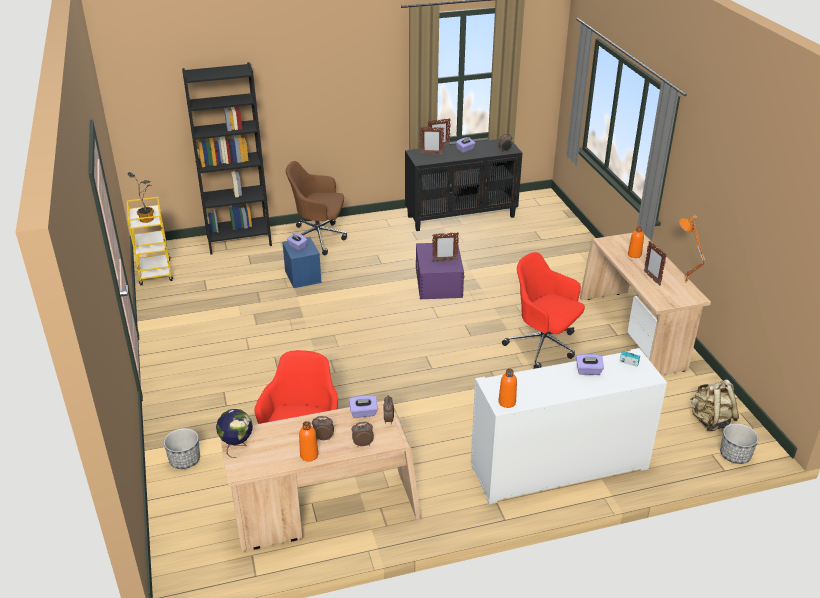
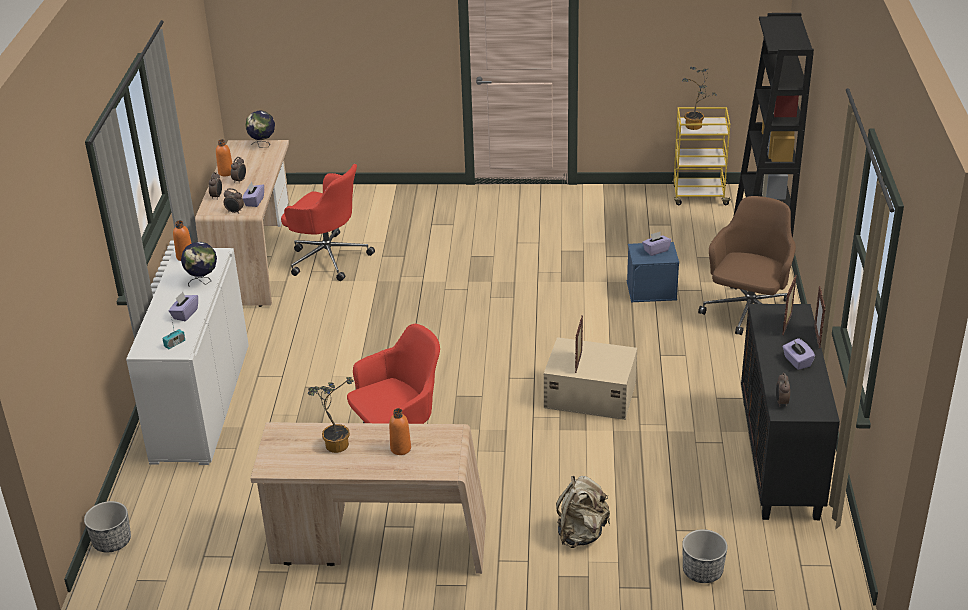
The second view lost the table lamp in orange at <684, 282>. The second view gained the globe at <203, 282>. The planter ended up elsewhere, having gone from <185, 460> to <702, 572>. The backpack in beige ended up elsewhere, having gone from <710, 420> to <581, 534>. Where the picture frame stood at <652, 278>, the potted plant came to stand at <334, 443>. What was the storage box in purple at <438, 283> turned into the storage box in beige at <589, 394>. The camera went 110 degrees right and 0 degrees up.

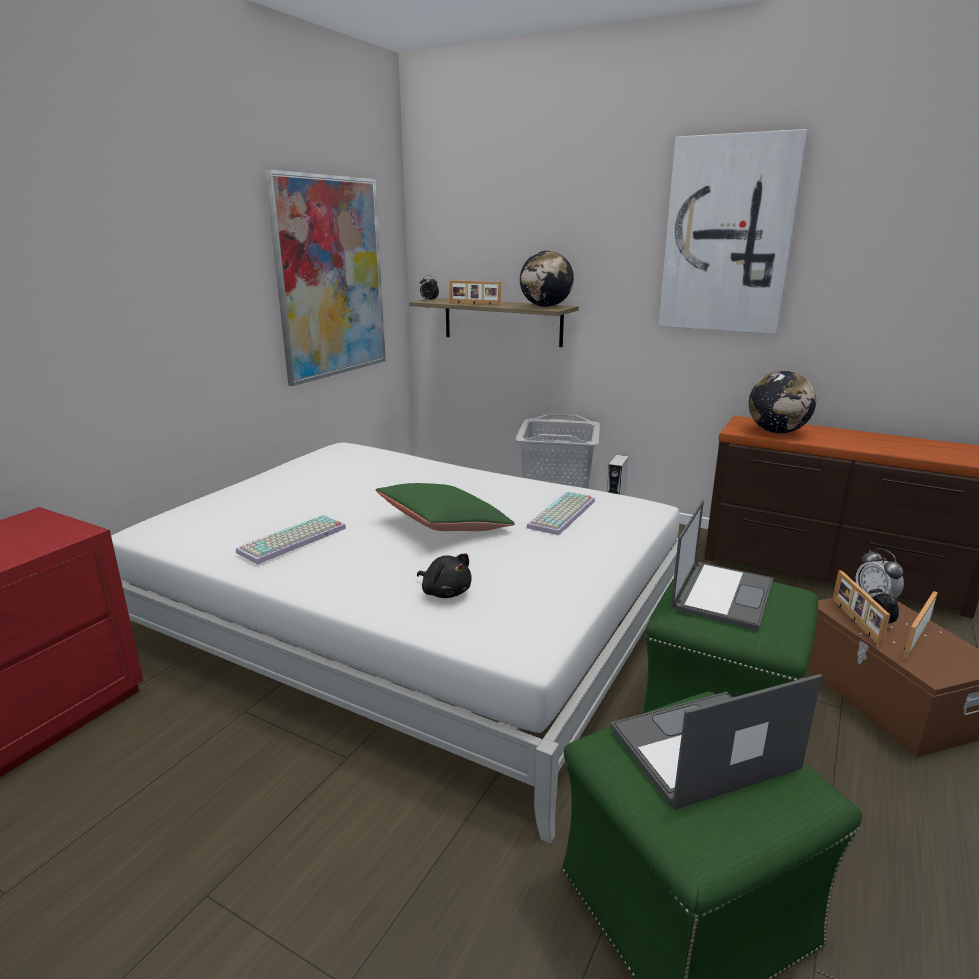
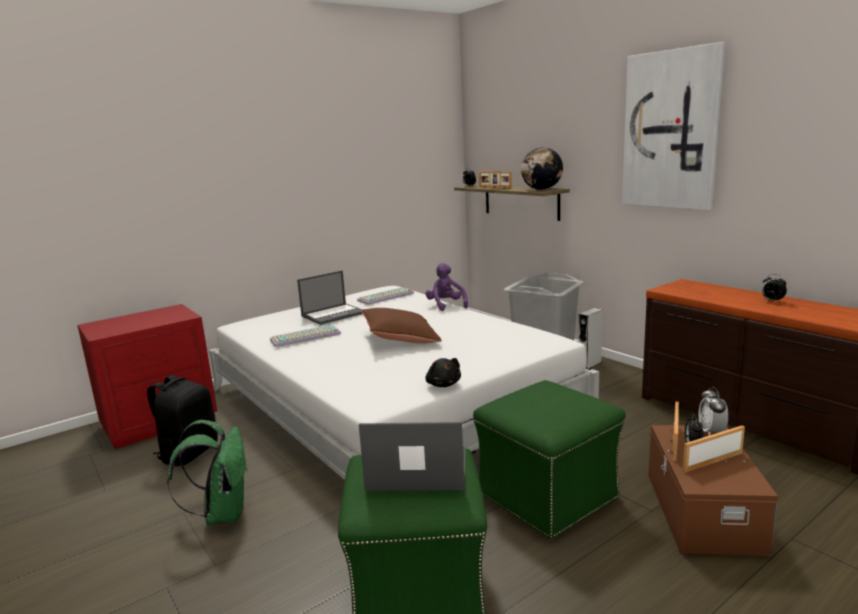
The second view lost the picture at <331, 278>. The second view lost the globe at <777, 432>. The second view gained the backpack in black at <188, 453>. The second view gained the backpack in green at <223, 513>. The second view gained the plush toy in purple at <446, 306>. The second view gained the alarm clock at <772, 301>. The plush toy in black ended up elsewhere, having gone from <445, 592> to <443, 384>. The keyboard ended up elsewhere, having gone from <563, 515> to <385, 297>. The laptop ended up elsewhere, having gone from <722, 594> to <334, 314>. What was the pillow in green at <445, 526> turned into the pillow in brown at <400, 339>. The camera went 25 degrees right and 5 degrees down.

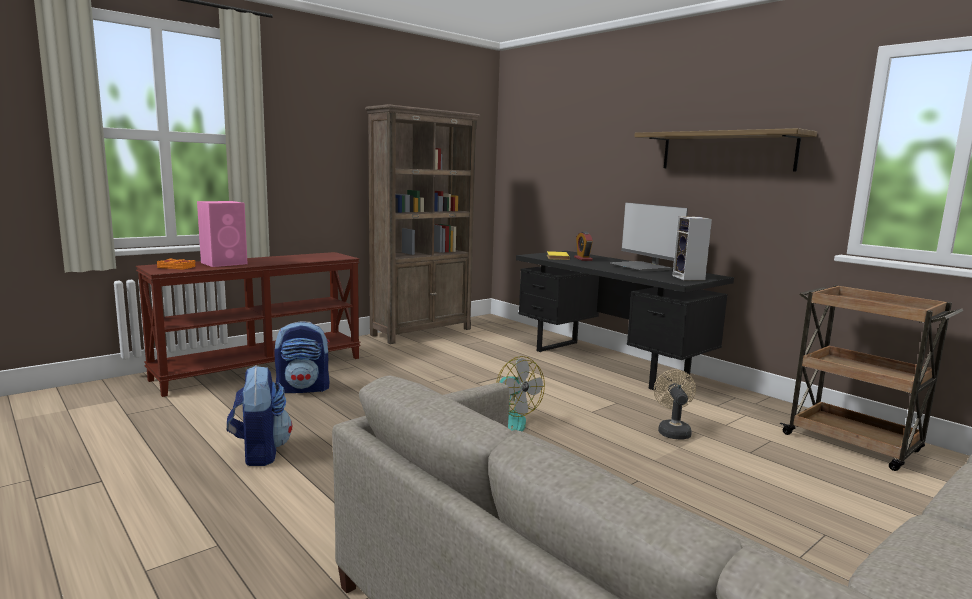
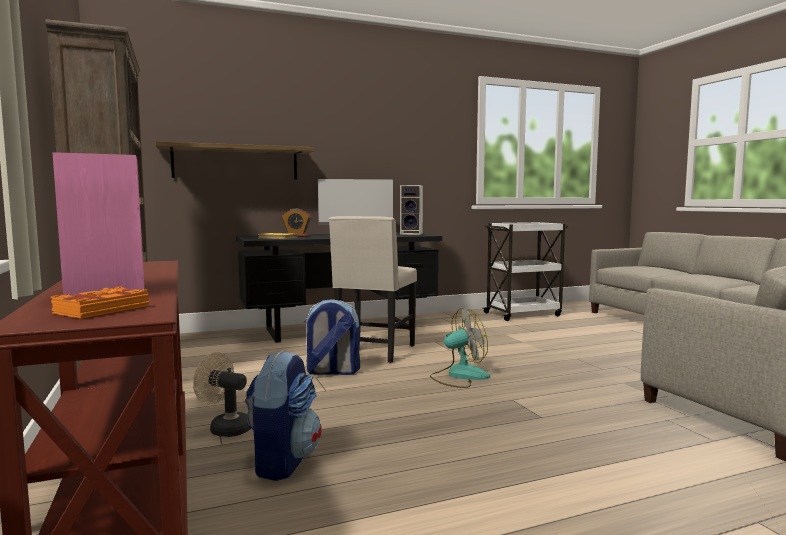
The second view gained the chair in beige at <374, 352>. The backpack ended up elsewhere, having gone from <260, 452> to <332, 372>. The shelf ended up elsewhere, having gone from <726, 151> to <236, 163>. The fan in beige ended up elsewhere, having gone from <672, 431> to <225, 428>. What was the cart in brown at <854, 444> turned into the cart in white at <523, 314>. The camera went 70 degrees left and 5 degrees down.

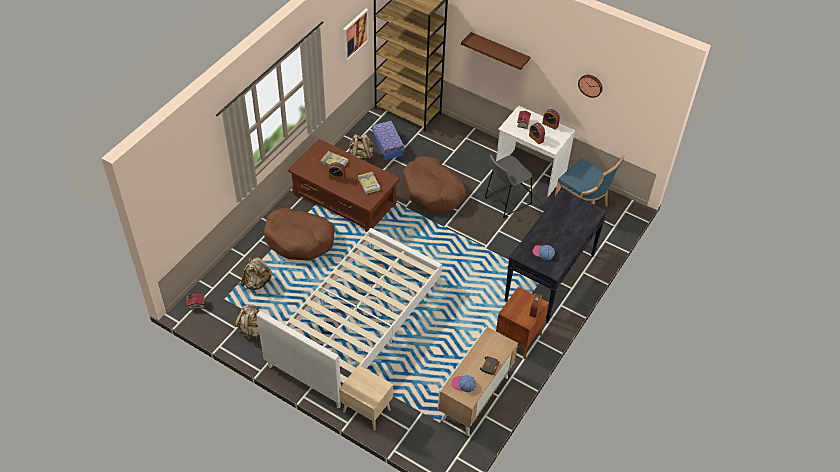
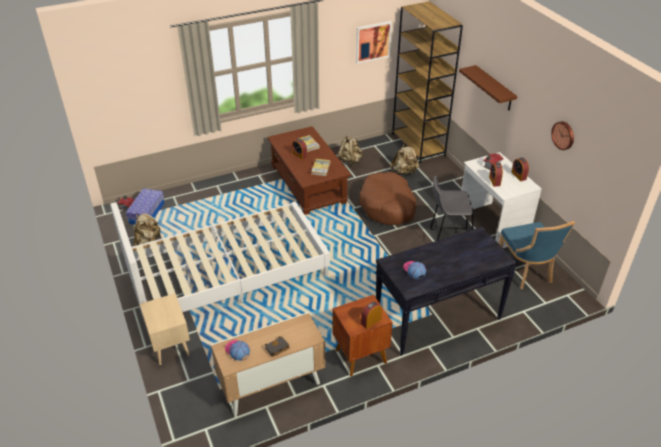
The second view lost the dog bed in brown at <299, 240>. The backpack in beige ended up elsewhere, having gone from <257, 283> to <404, 172>. The storage box ended up elsewhere, having gone from <387, 145> to <147, 213>. The camera went 35 degrees right and 10 degrees down.

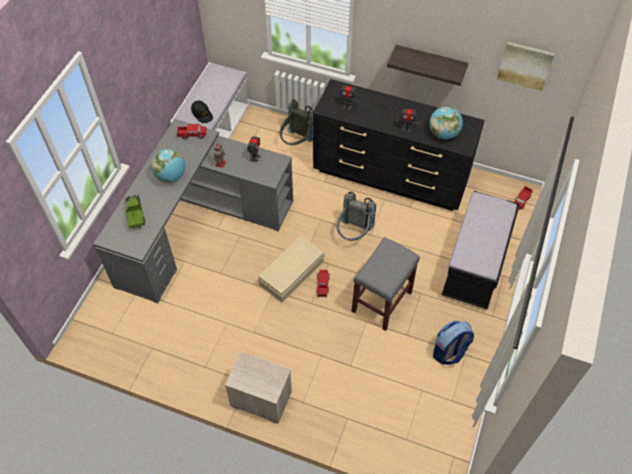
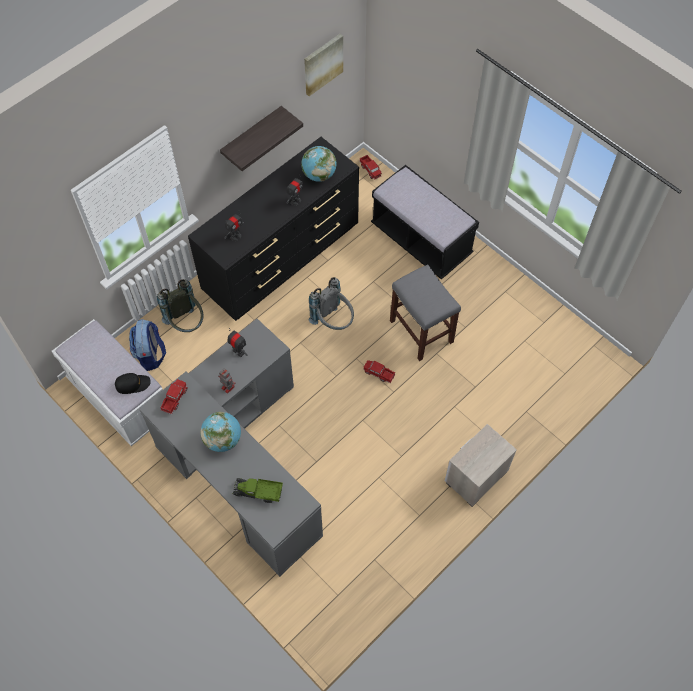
The second view lost the storage box in beige at <290, 273>. The backpack ended up elsewhere, having gone from <449, 352> to <151, 355>. The camera went 65 degrees left and 5 degrees up.

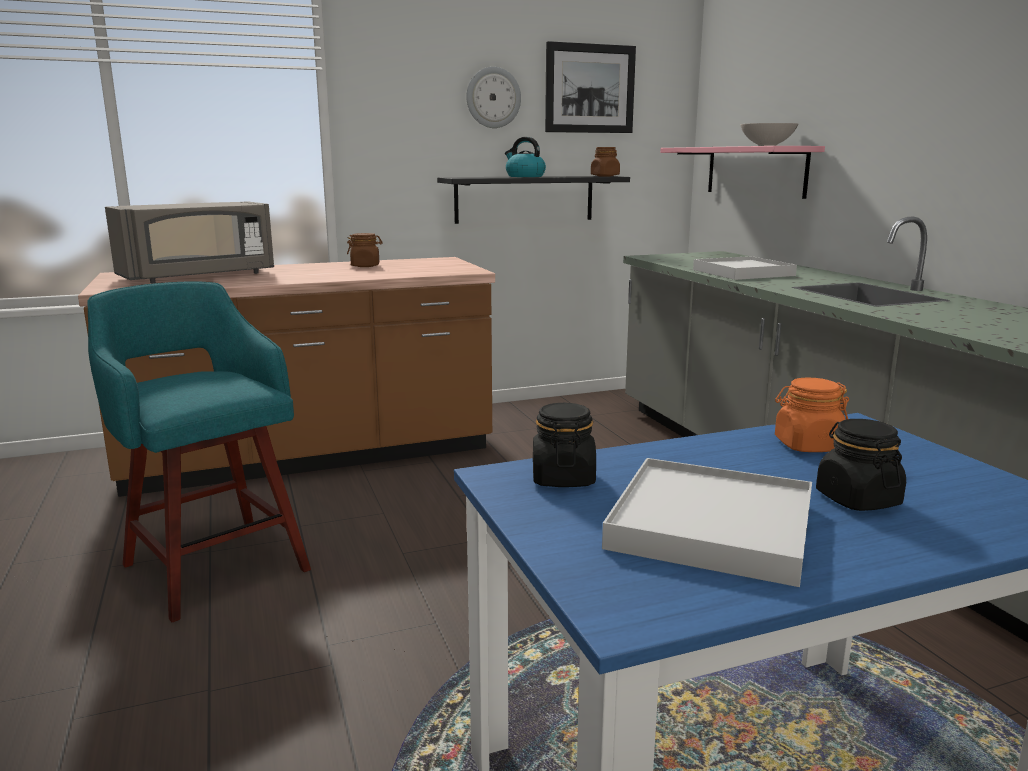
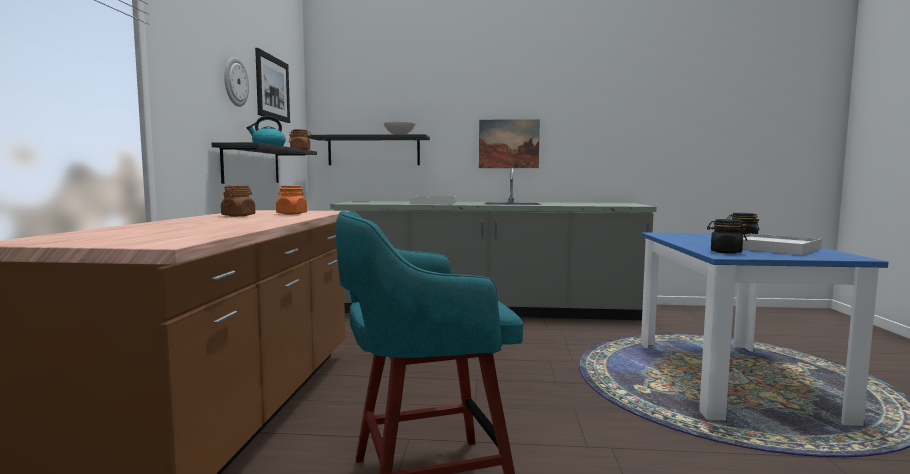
The second view lost the microwave in grey at <199, 276>. The second view gained the picture at <508, 144>. The jar in orange ended up elsewhere, having gone from <807, 445> to <291, 214>. What was the shelf in pink at <755, 171> turned into the shelf in black at <373, 151>. The camera went 65 degrees left and 10 degrees down.

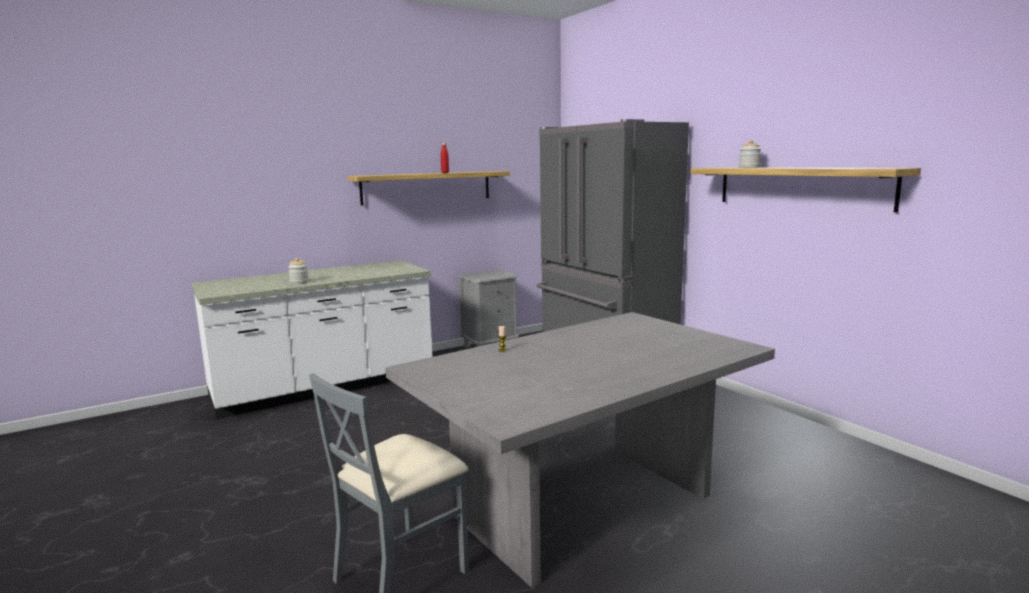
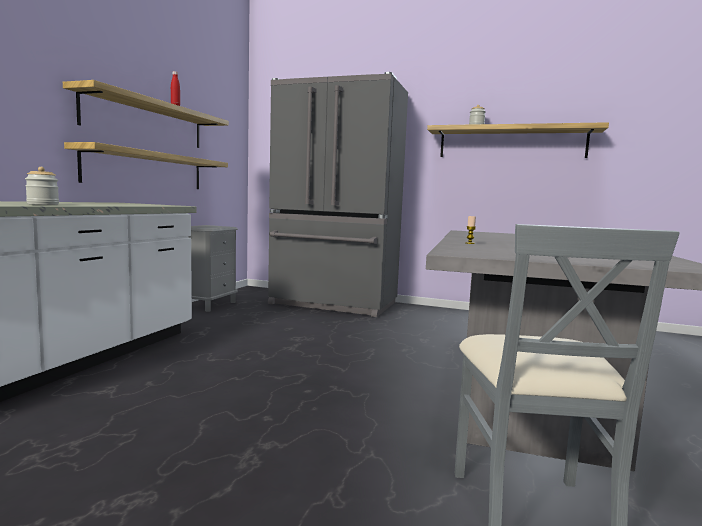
The second view gained the shelf at <147, 170>. The camera went 40 degrees left and 5 degrees down.

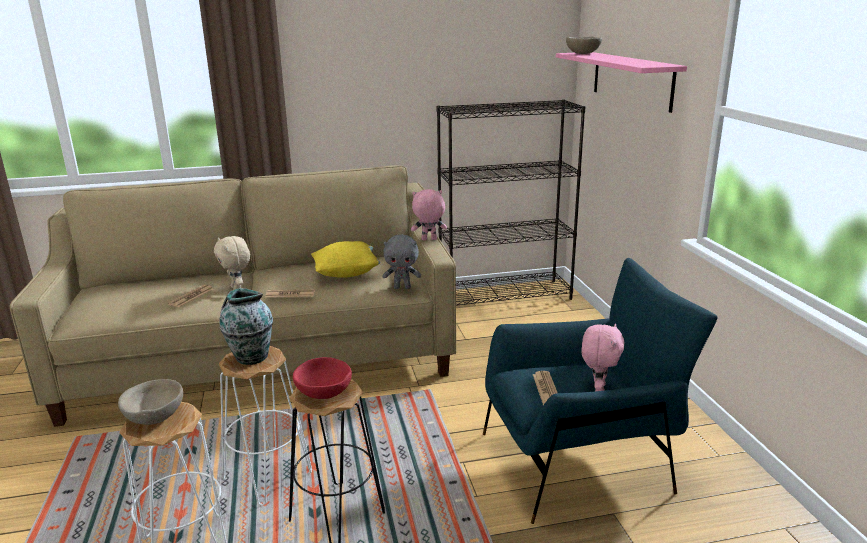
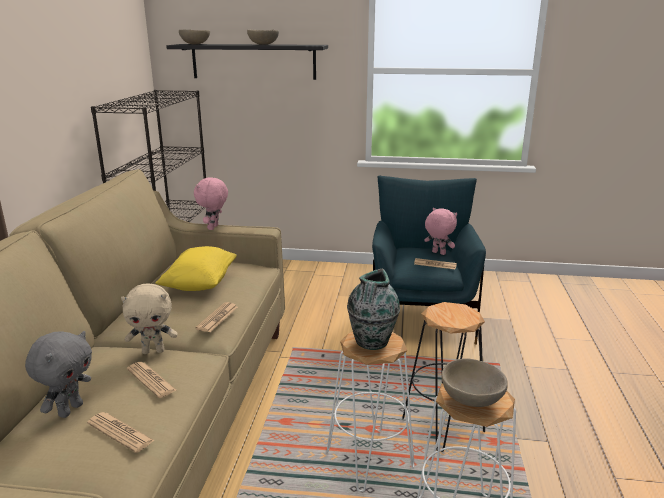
The second view lost the bowl in red at <323, 393>. The second view gained the newspaper at <120, 432>. The second view gained the bowl in beige at <263, 44>. The plush toy in grey ended up elsewhere, having gone from <402, 287> to <70, 409>. What was the shelf in pink at <631, 79> turned into the shelf in black at <253, 61>. The camera went 70 degrees left and 0 degrees up.

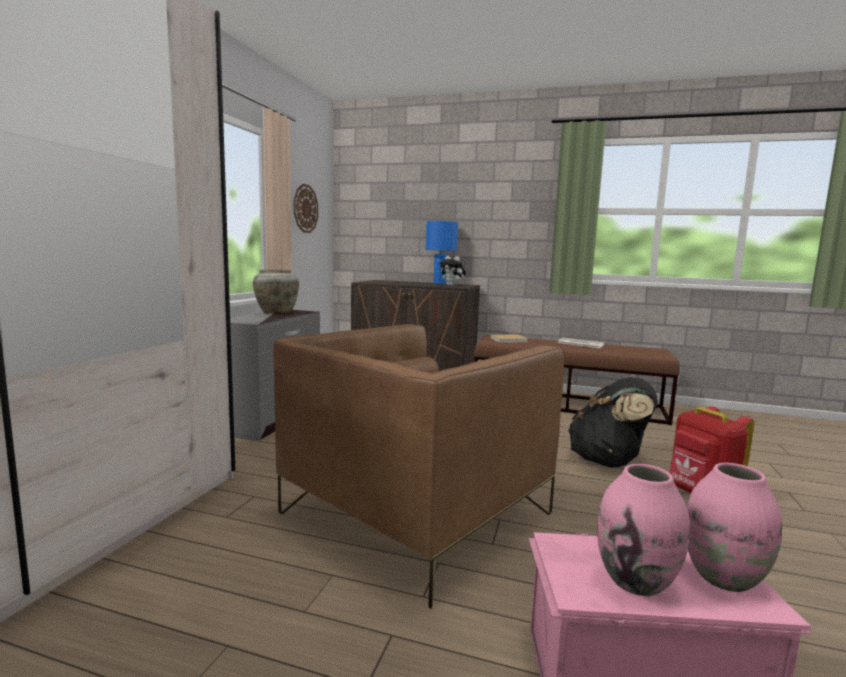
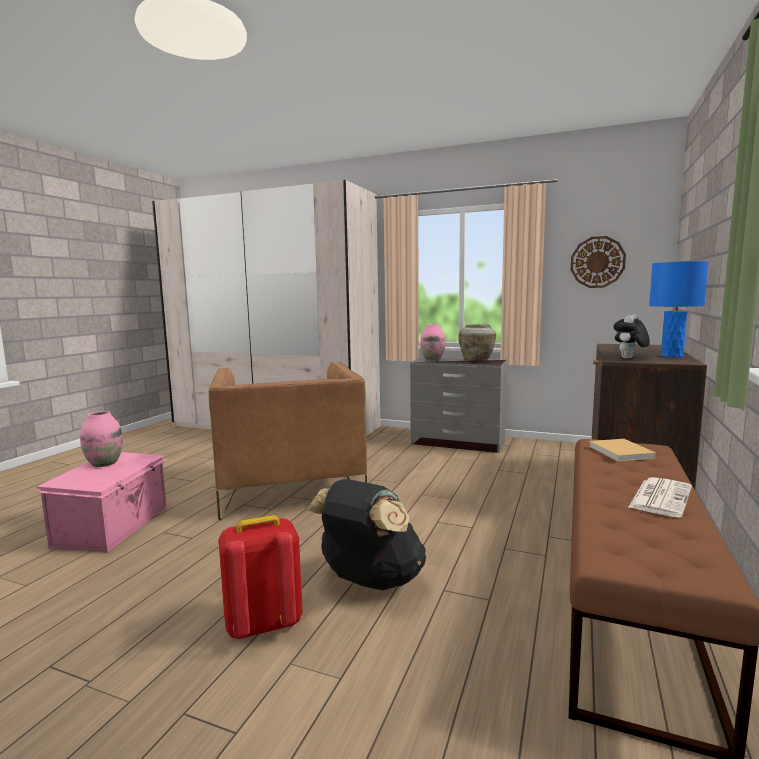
The vase in pink ended up elsewhere, having gone from <724, 578> to <432, 359>. The armchair in brown at <416, 514> ended up facing another way, 150 degrees counterclockwise from before. The camera went 95 degrees right and 0 degrees up.

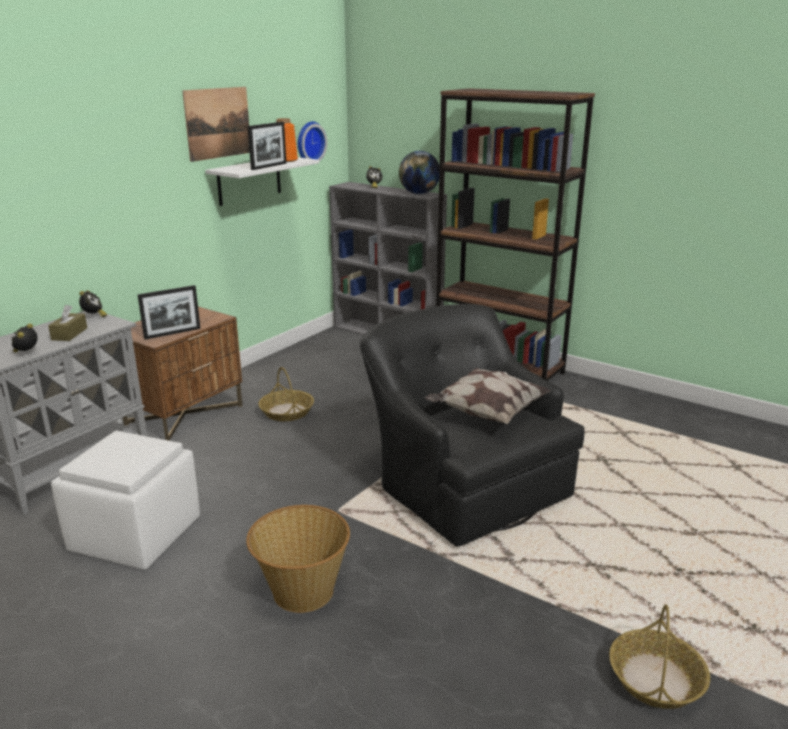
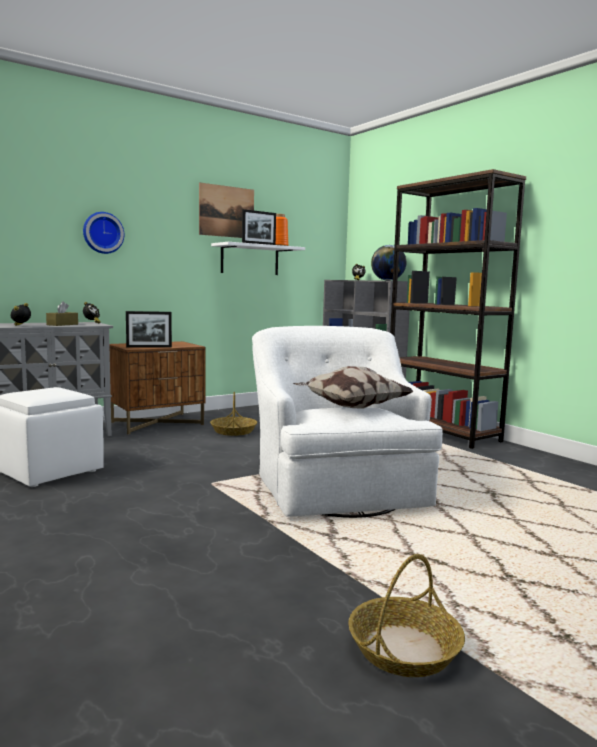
The second view lost the basket at <302, 591>. The wall clock ended up elsewhere, having gone from <309, 143> to <102, 233>. What was the armchair in black at <464, 485> turned into the armchair in white at <337, 487>. The camera went 20 degrees right and 15 degrees down.

